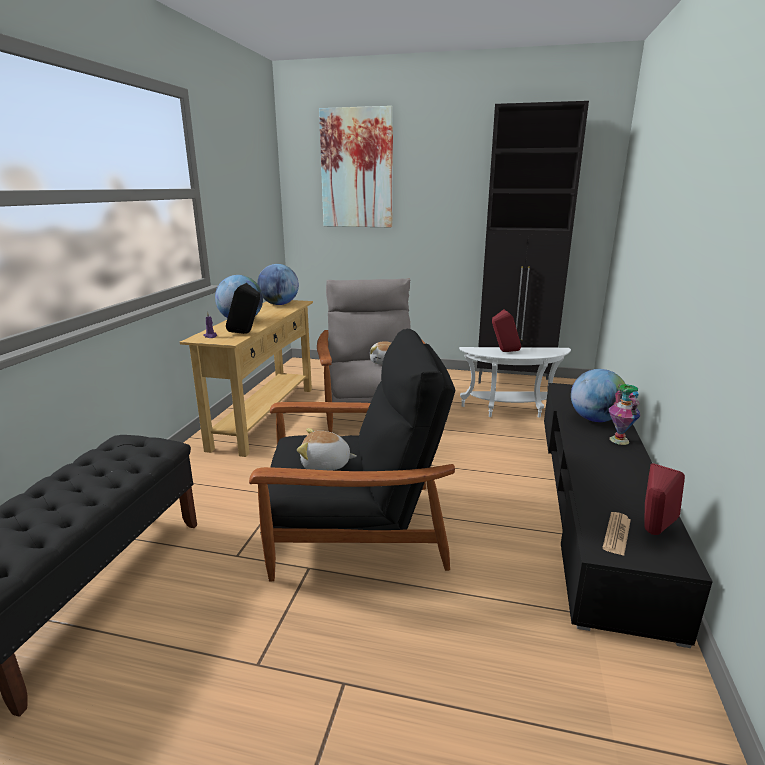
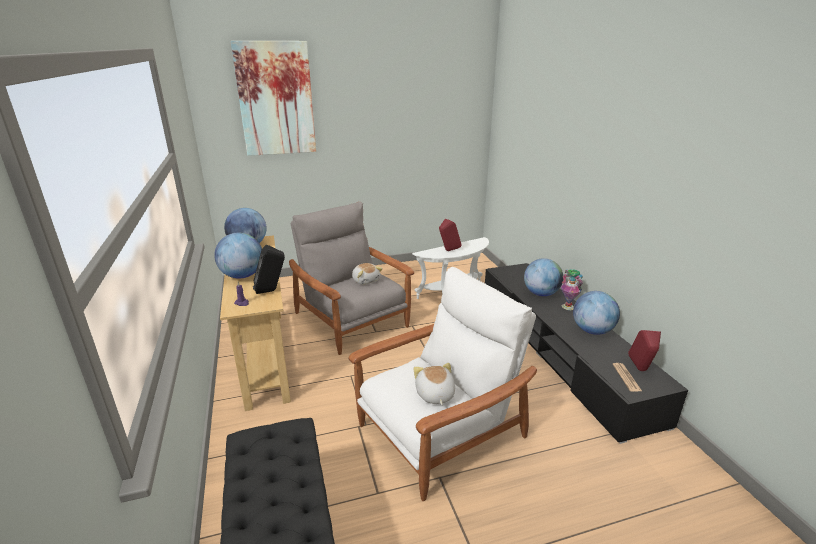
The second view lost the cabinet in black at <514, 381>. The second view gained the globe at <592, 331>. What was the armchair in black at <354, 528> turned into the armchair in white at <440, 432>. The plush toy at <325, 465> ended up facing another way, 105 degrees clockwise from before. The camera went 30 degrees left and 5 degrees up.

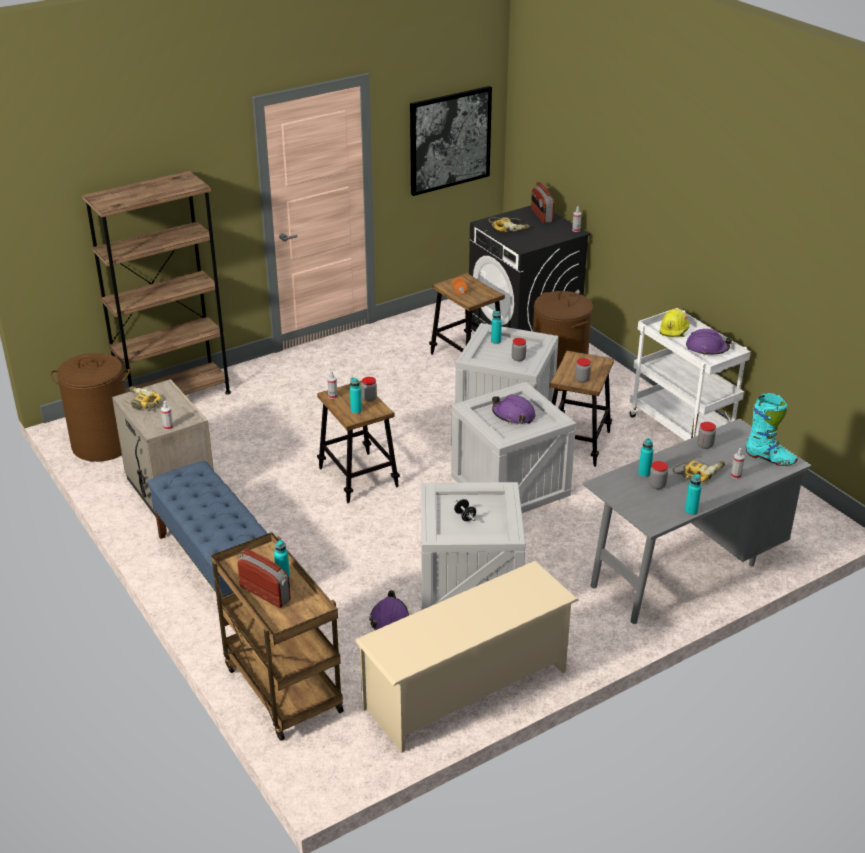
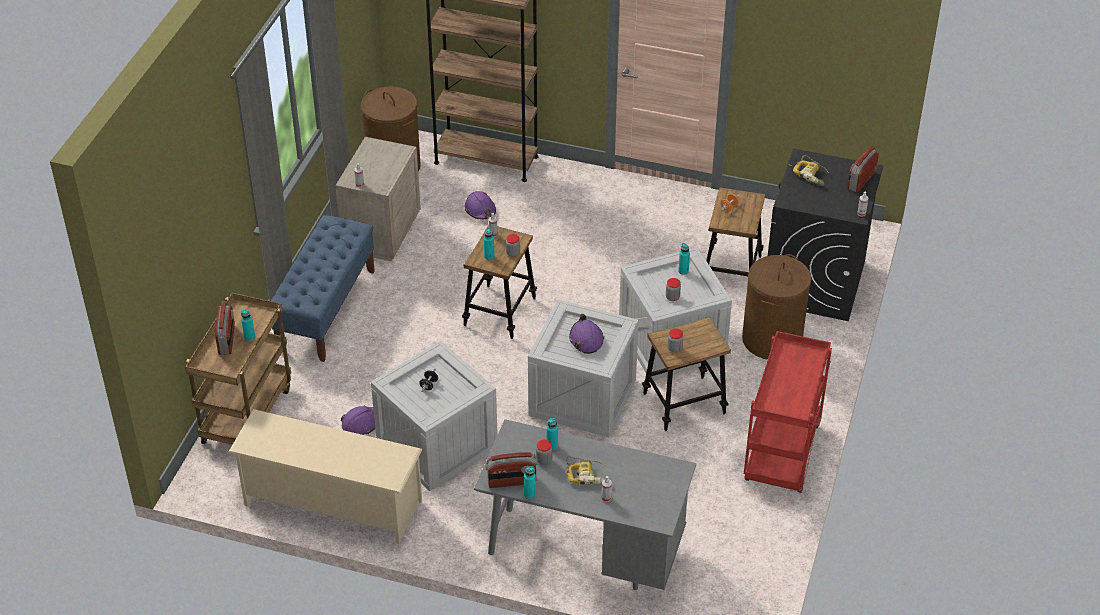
The second view lost the power drill at <140, 403>. The second view lost the picture at <449, 140>. The second view lost the hard hat in yellow at <674, 330>. The second view lost the jar at <705, 445>. The second view lost the boot in turquoise at <770, 459>. The second view gained the radio at <511, 481>. The hard hat in purple ended up elsewhere, having gone from <707, 348> to <480, 210>. What was the cart in white at <682, 430> turned into the cart in red at <782, 456>. The camera went 50 degrees right and 10 degrees up.

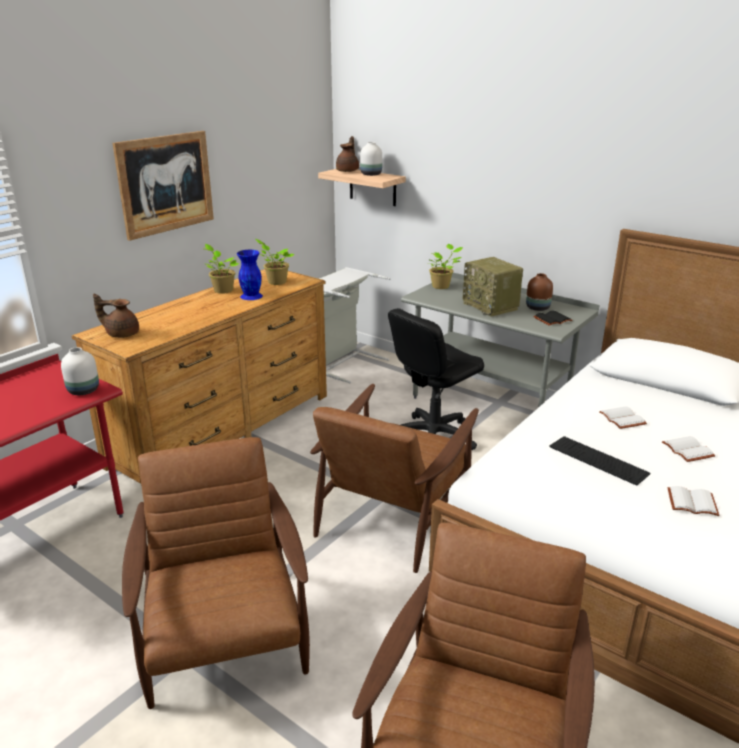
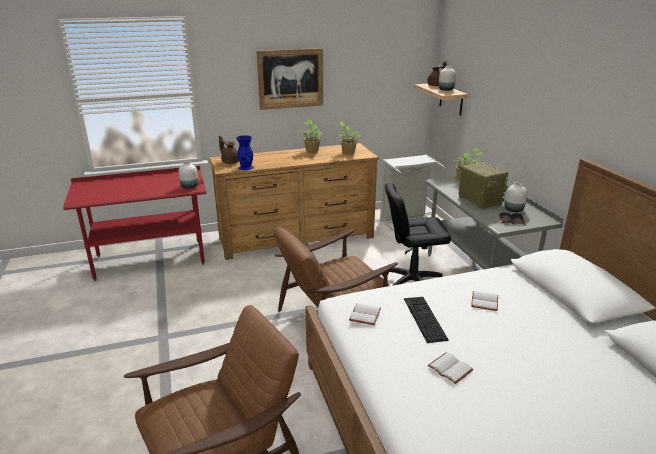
The second view lost the armchair in brown at <224, 638>. The vase in blue ended up elsewhere, having gone from <251, 296> to <246, 167>. The book in white ended up elsewhere, having gone from <686, 450> to <364, 314>. What was the vase in brown at <537, 308> turned into the vase in white at <513, 209>. The radio at <491, 306> ended up facing another way, 150 degrees clockwise from before. The camera went 35 degrees right and 0 degrees up.

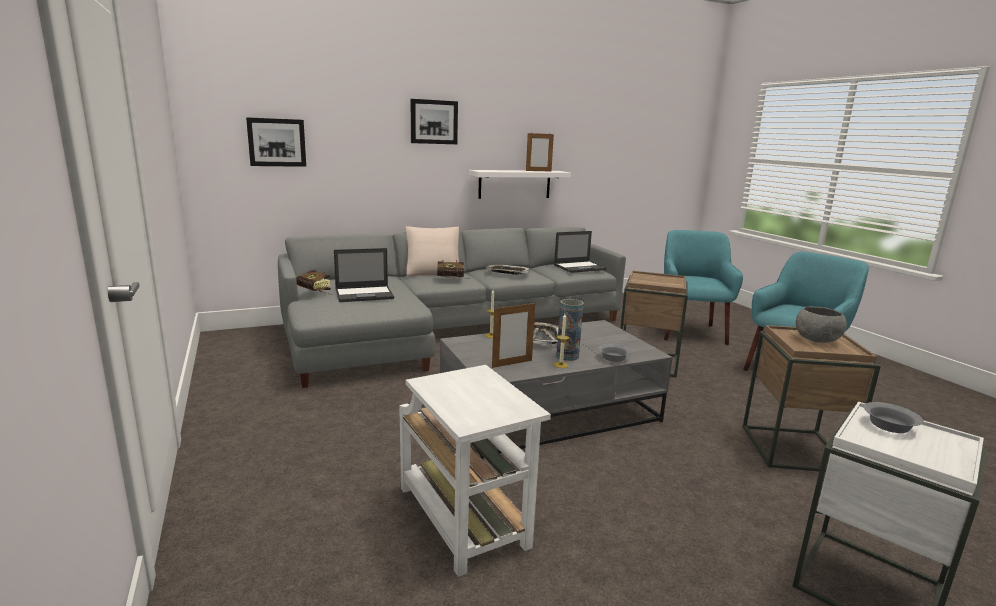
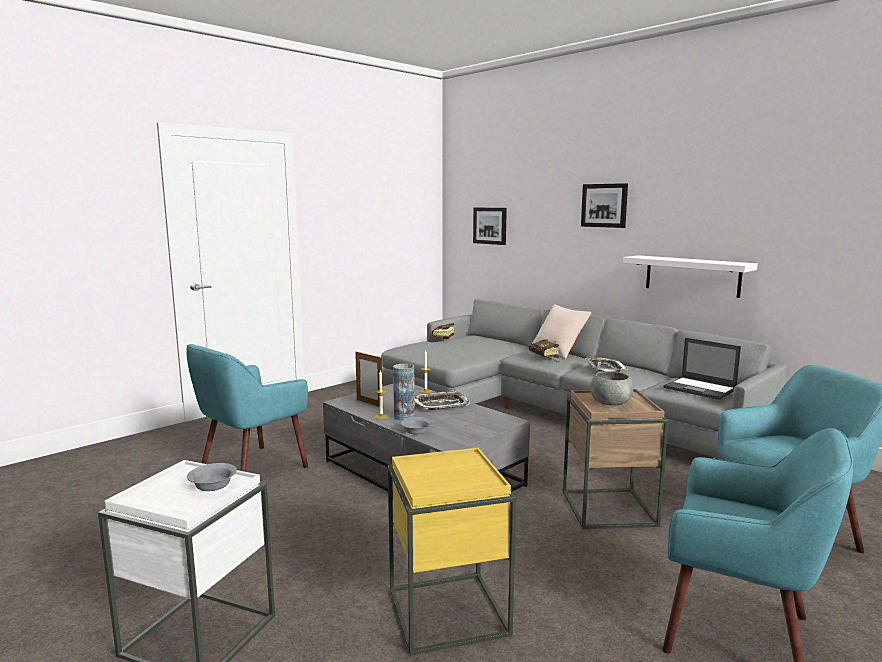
The second view lost the laptop at <365, 294>. The second view lost the picture frame at <538, 171>. The bowl in grey ended up elsewhere, having gone from <817, 340> to <610, 403>. Where the side table in white stood at <464, 520>, the armchair in turquoise came to stand at <252, 468>. What was the side table in brown at <794, 449> turned into the side table in yellow at <447, 612>. The camera went 70 degrees right and 5 degrees down.

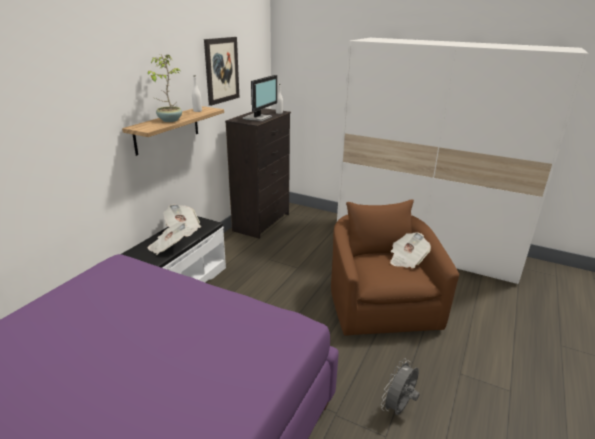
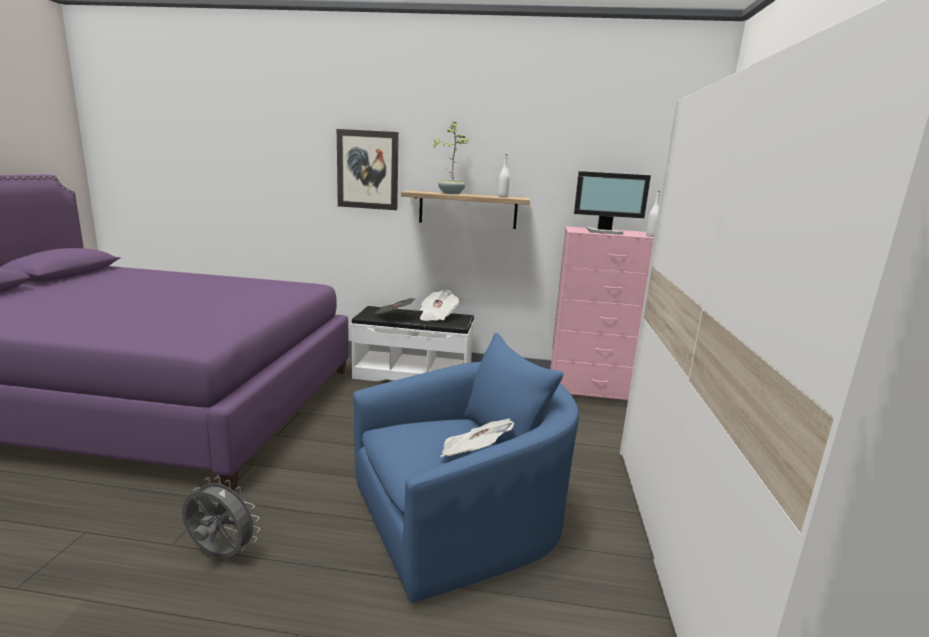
The picture ended up elsewhere, having gone from <221, 70> to <368, 170>. What was the dresser in black at <262, 222> turned into the dresser in pink at <595, 393>. What was the armchair in brown at <380, 303> turned into the armchair in blue at <461, 521>. The camera went 70 degrees right and 10 degrees down.

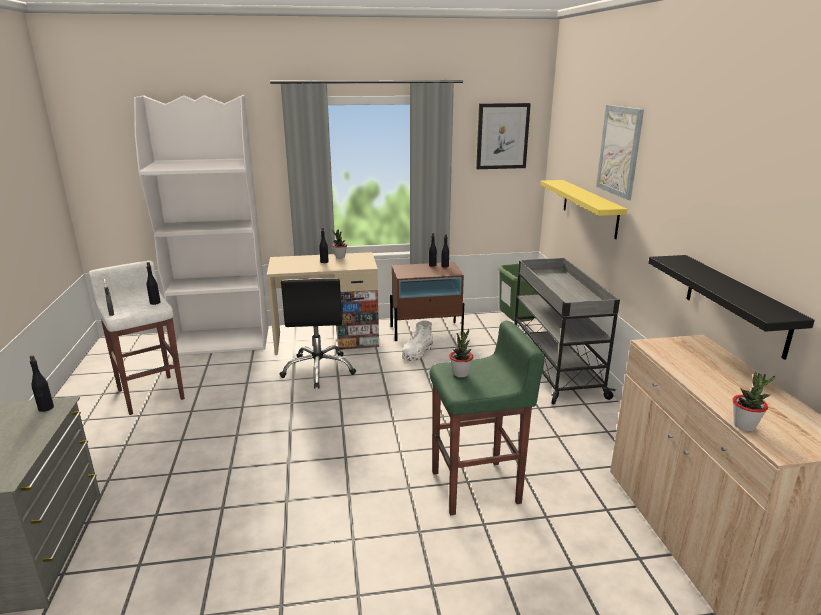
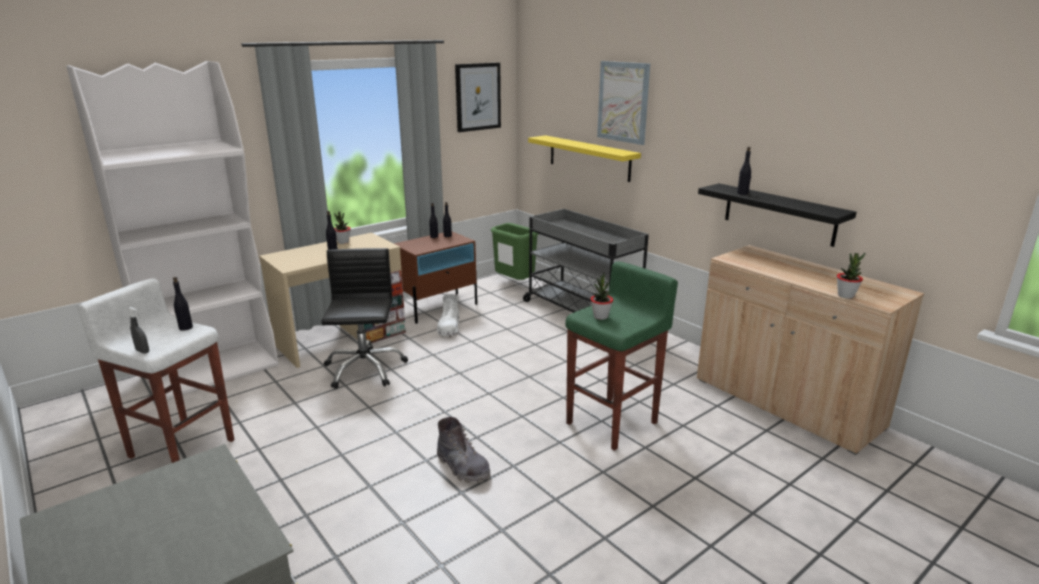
The second view gained the boot in grey at <463, 467>. The bottle in black ended up elsewhere, having gone from <46, 408> to <742, 193>. The office chair in black at <319, 370> ended up facing another way, 150 degrees counterclockwise from before. The camera went 30 degrees left and 0 degrees up.

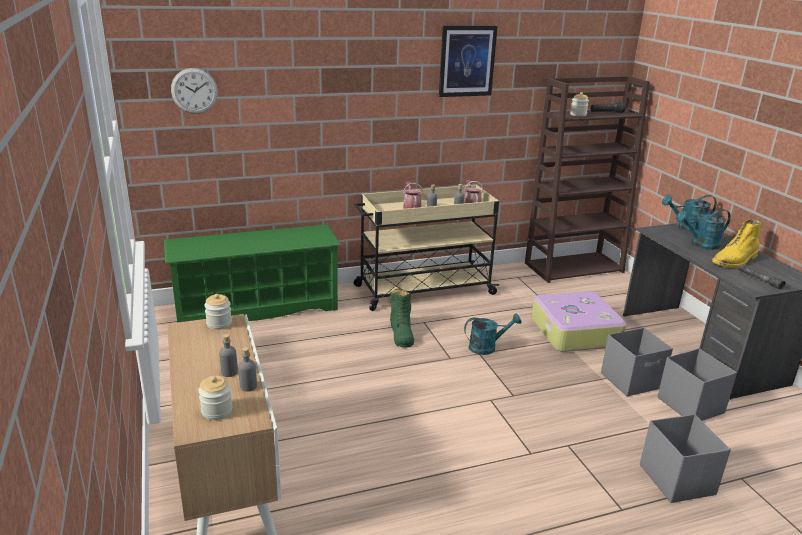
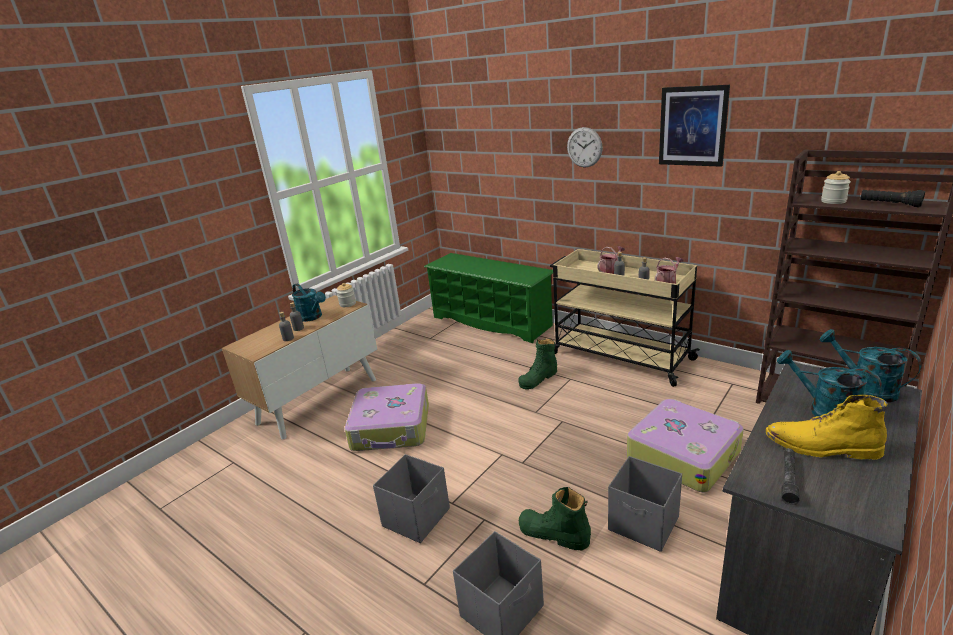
The second view lost the jar at <217, 411>. The second view gained the suitcase at <391, 428>. The second view gained the boot in green at <553, 534>. The wall clock ended up elsewhere, having gone from <194, 91> to <584, 147>. The watering can in turquoise ended up elsewhere, having gone from <487, 347> to <312, 317>. The storage box in grey ended up elsewhere, having gone from <690, 405> to <417, 517>. The camera went 60 degrees right and 0 degrees up.

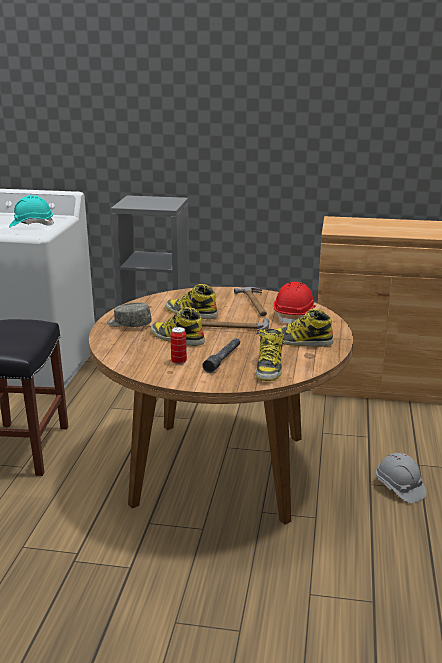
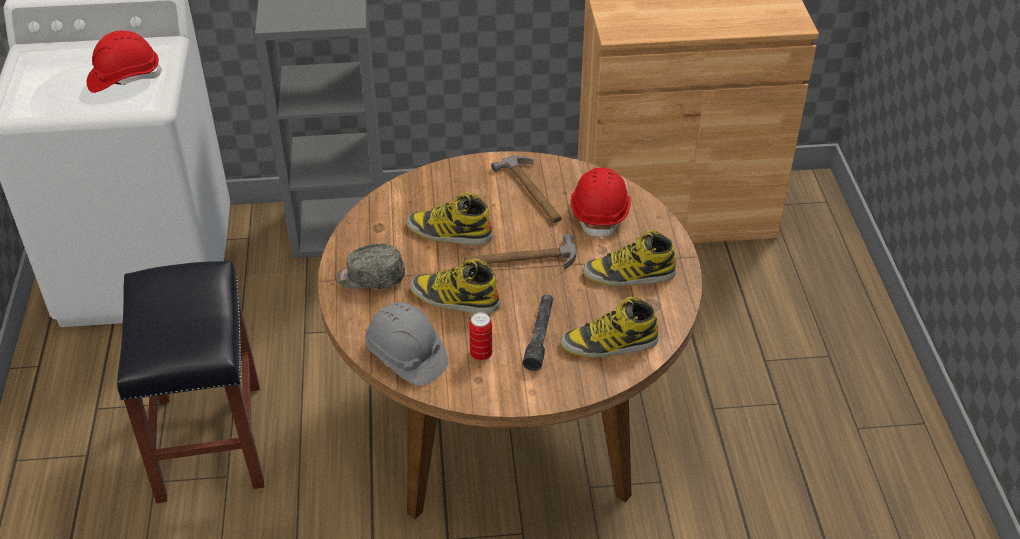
The hard hat in grey ended up elsewhere, having gone from <399, 488> to <406, 356>. What was the hard hat in turquoise at <31, 225> turned into the hard hat in red at <124, 78>. The boot at <269, 368> ended up facing another way, 90 degrees clockwise from before. The camera went 15 degrees left and 20 degrees up.

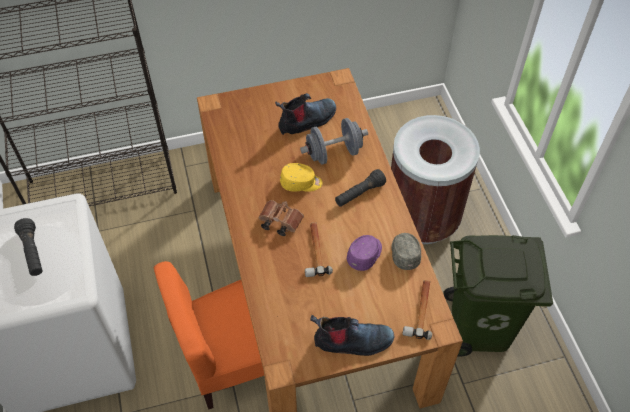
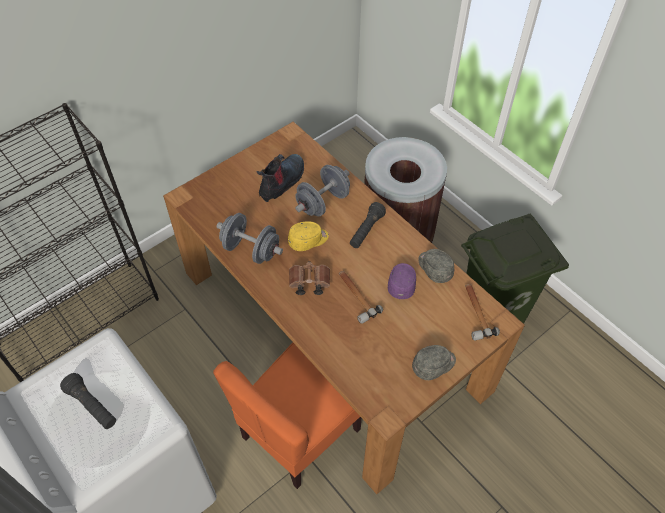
The second view gained the dumbbell in grey at <251, 249>. Where the boot stood at <352, 342>, the cap in grey came to stand at <434, 365>. The camera went 25 degrees left and 0 degrees up.

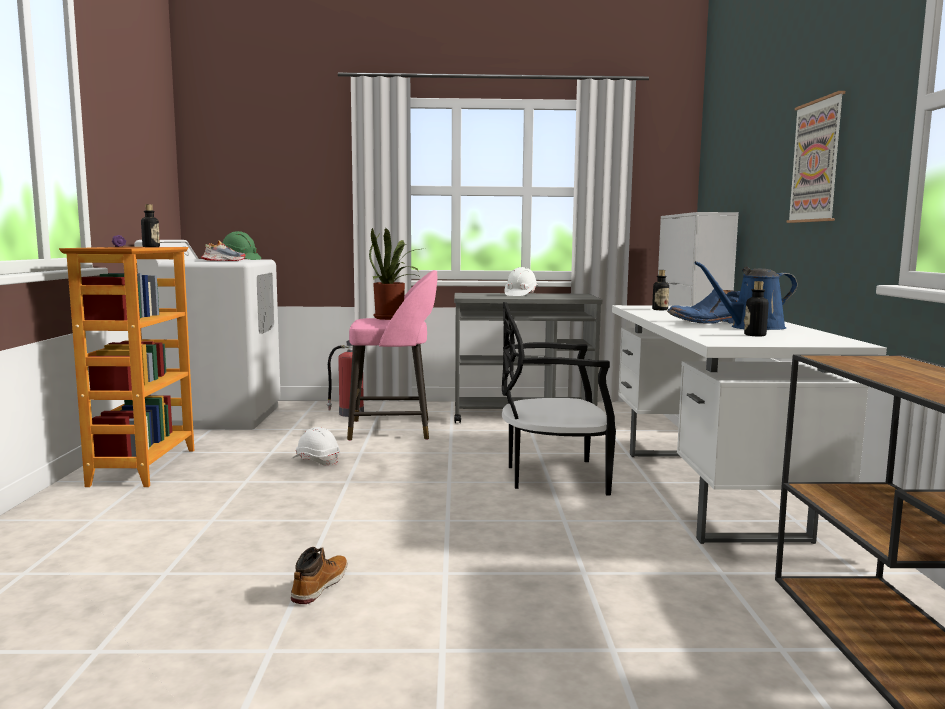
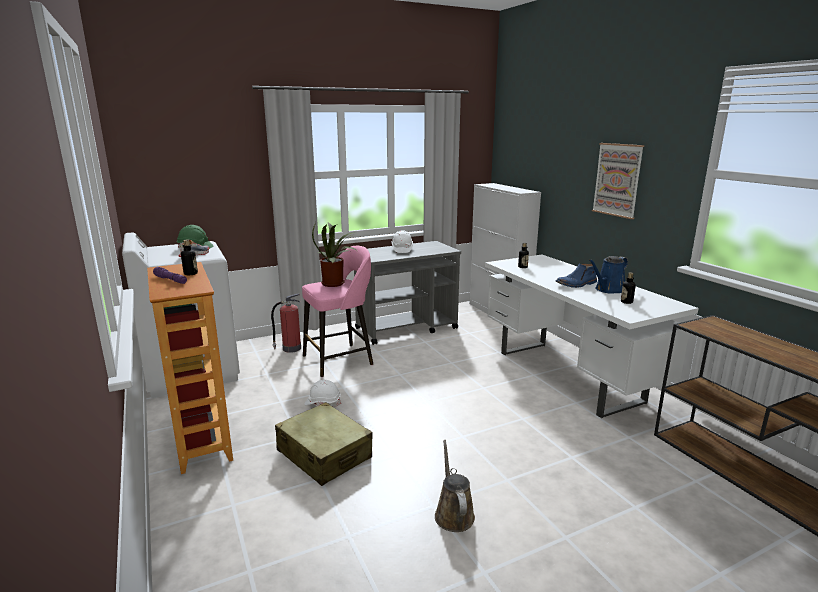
The second view lost the chair in black at <553, 477>. The second view gained the suitcase in beige at <324, 454>. Where the boot stood at <319, 586>, the watering can in brown came to stand at <453, 513>. The camera went 25 degrees left and 10 degrees up.

